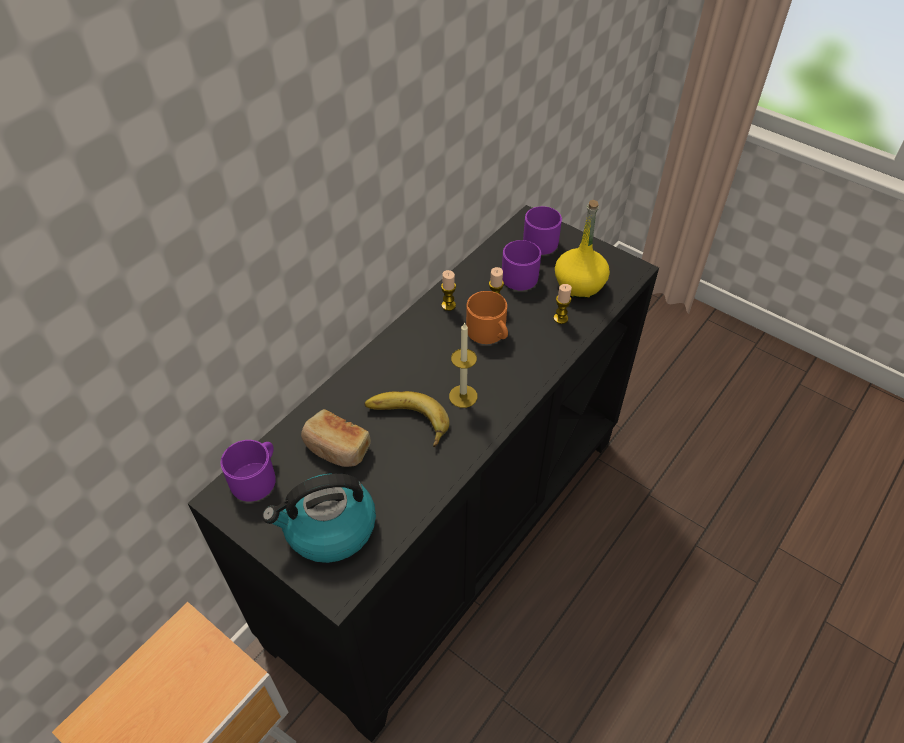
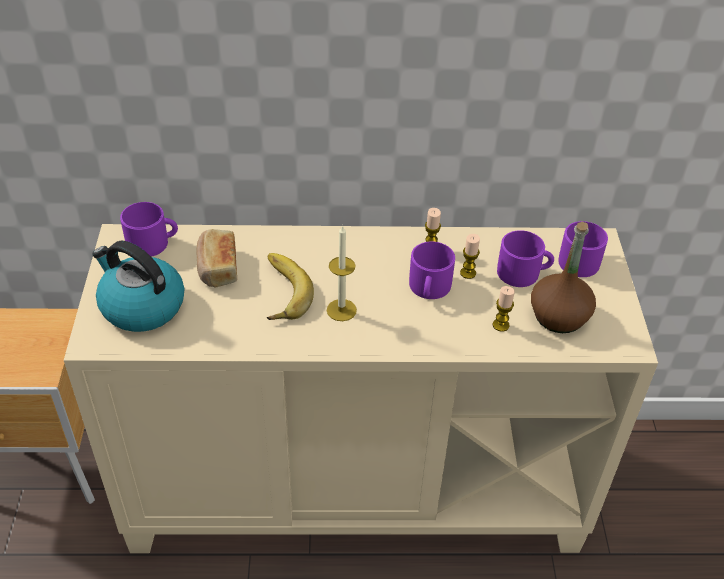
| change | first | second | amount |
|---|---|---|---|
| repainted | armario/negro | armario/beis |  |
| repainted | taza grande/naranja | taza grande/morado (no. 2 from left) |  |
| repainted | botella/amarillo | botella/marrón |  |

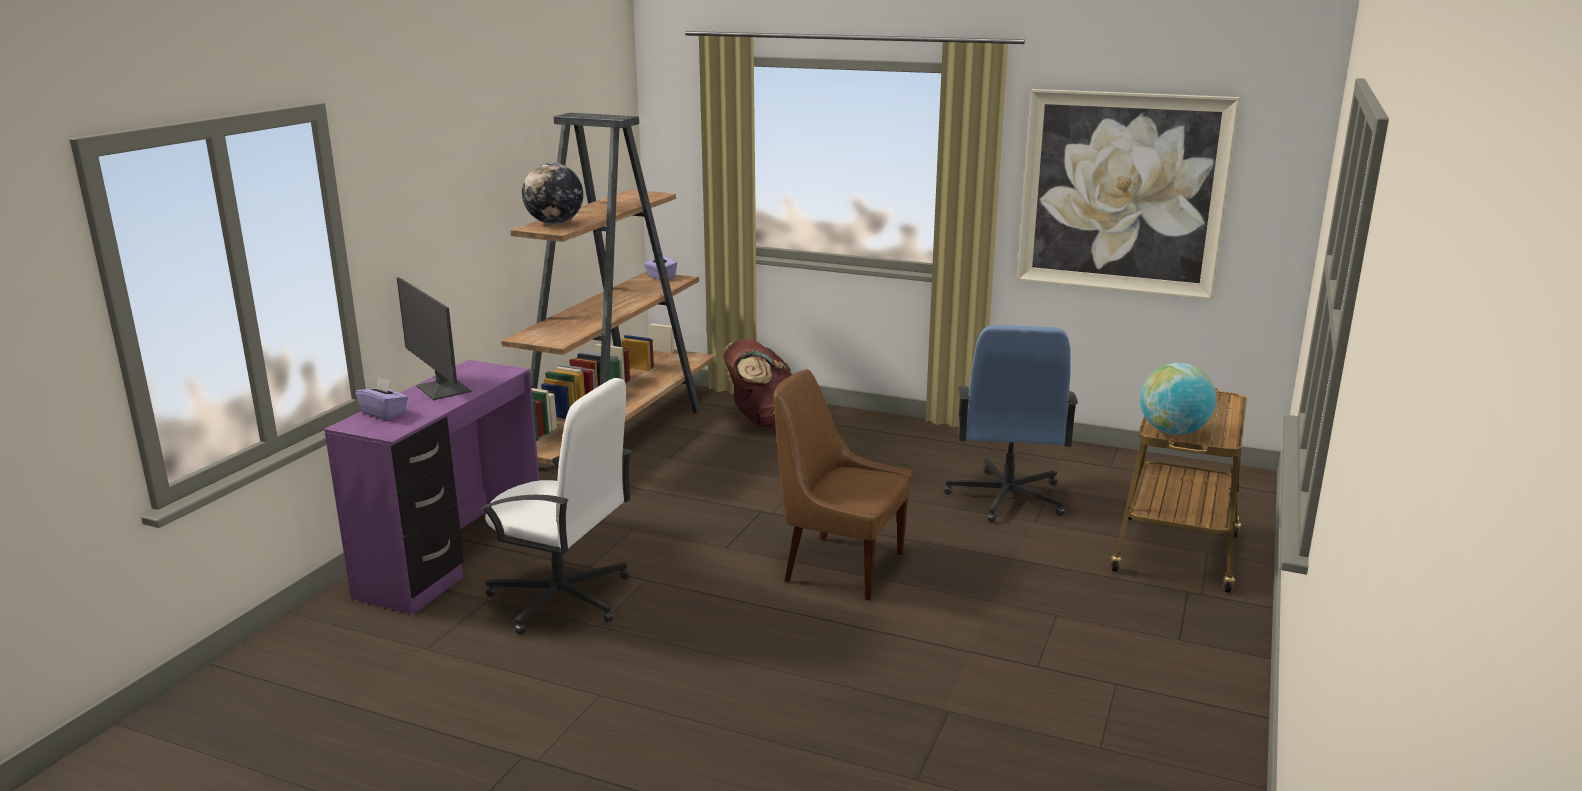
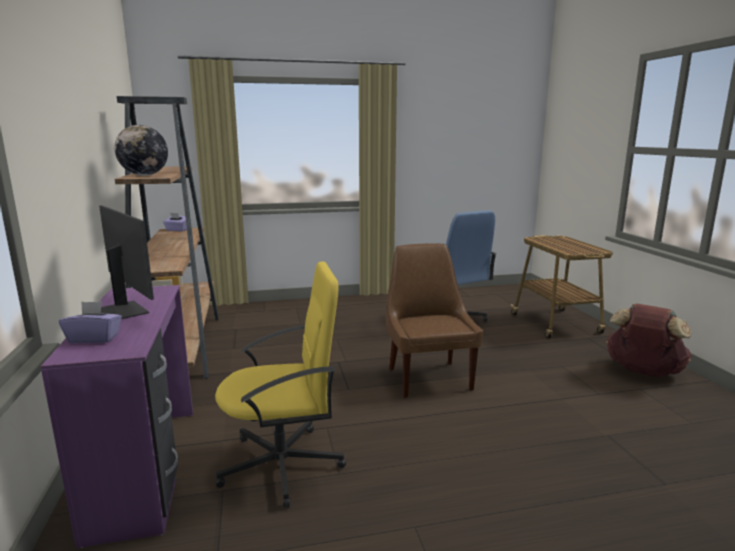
| change | first | second | amount |
|---|---|---|---|
| gone | cuadro |  |  |
| gone | globo terráqueo (no. 2 from left) |  |  |
| shifted | mochila/marrón |  |  |
| repainted | silla de oficina/blanco | silla de oficina/amarillo |  |
| rotated | monitor |  | 150 degrees counterclockwise |
| rotated | silla/marrón |  | 90 degrees clockwise |

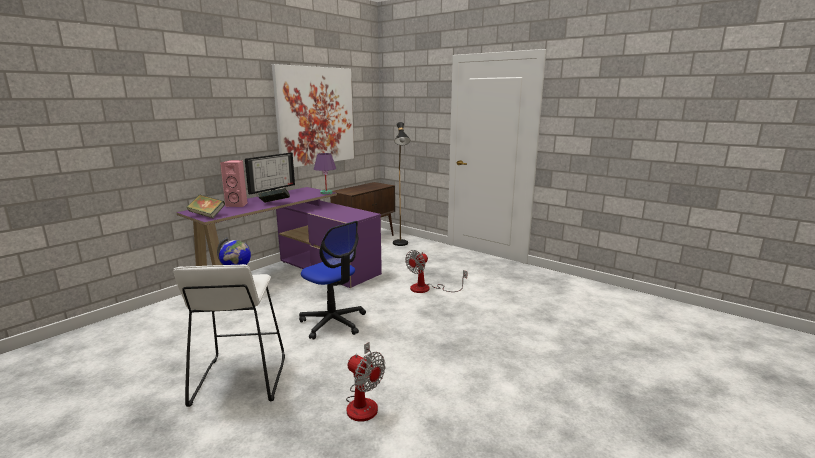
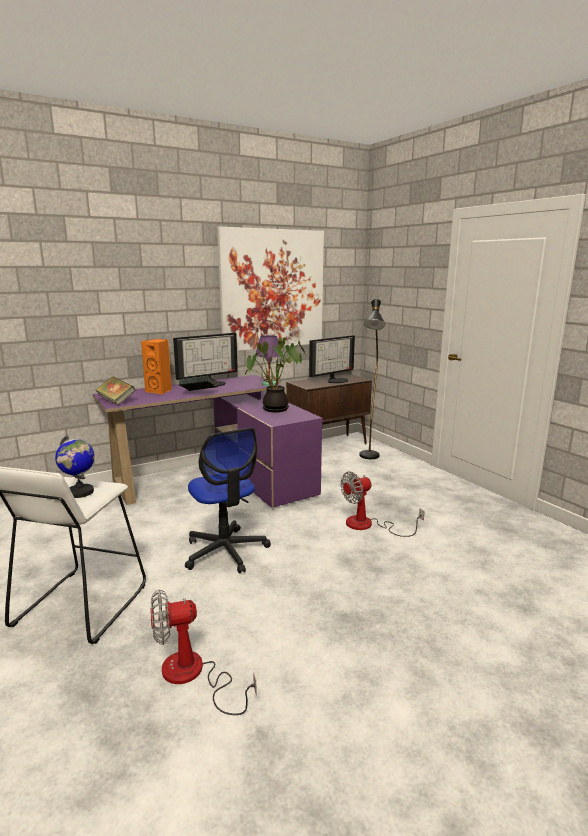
| change | first | second | amount |
|---|---|---|---|
| new |  | planta en maceta |  |
| new |  | monitor (no. 2 from left) |  |
| repainted | altavoz/rosa | altavoz/naranja |  |
| rotated | ventilador (no. 1 from left) |  | 105 degrees clockwise |

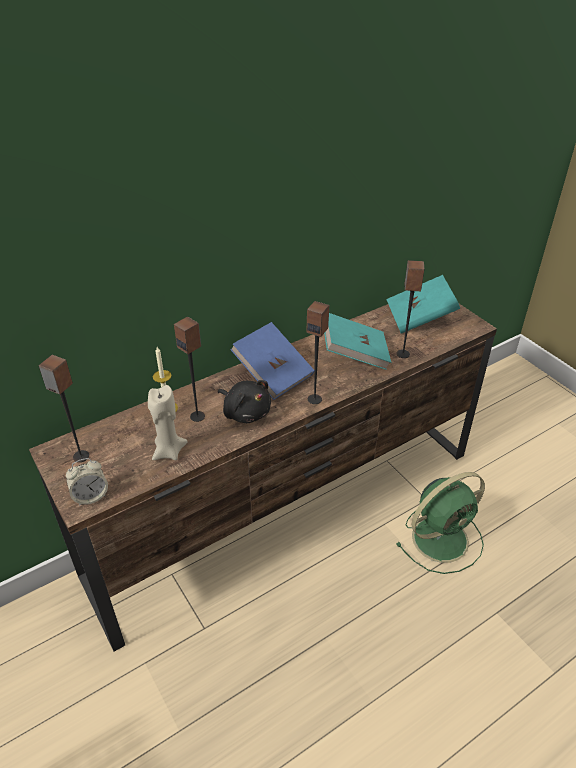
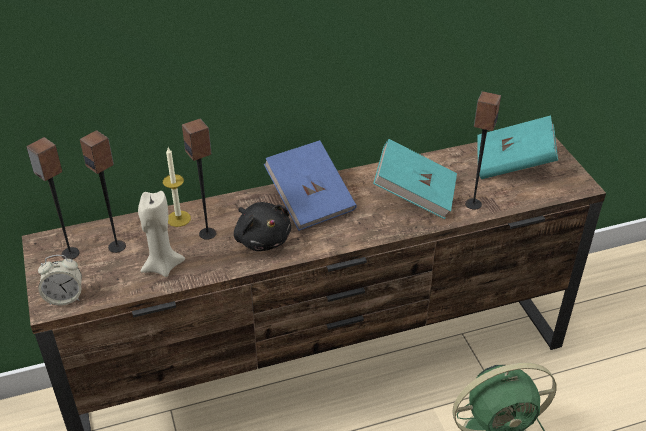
| change | first | second | amount |
|---|---|---|---|
| shifted | altavoz (no. 3 from left in the first image) | altavoz (no. 2 from left) |  |

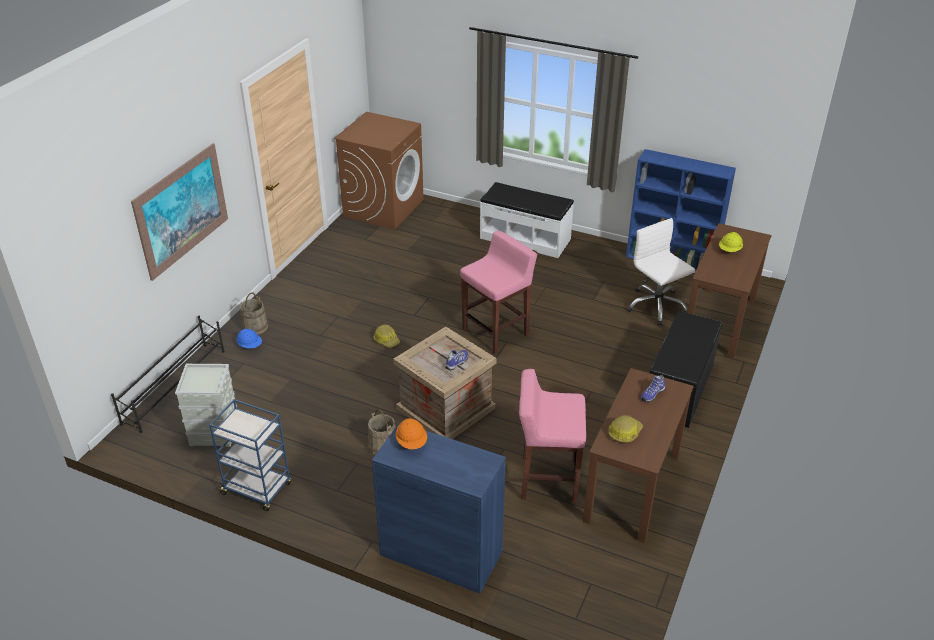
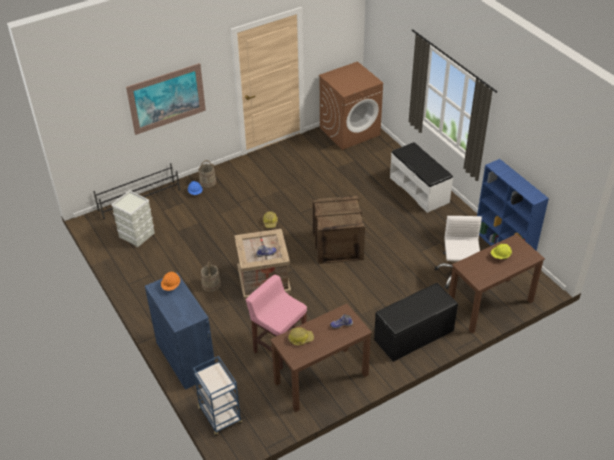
| change | first | second | amount |
|---|---|---|---|
| shifted | carrito/azul |  |  |
| swapped | taburete/rosa (no. 1 from left) | caja de embalaje (no. 2 from left) |  |

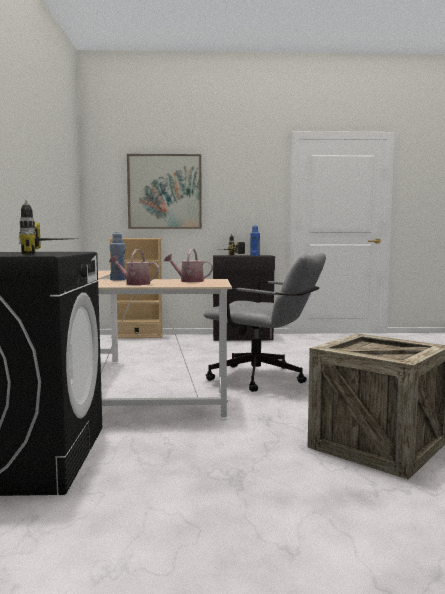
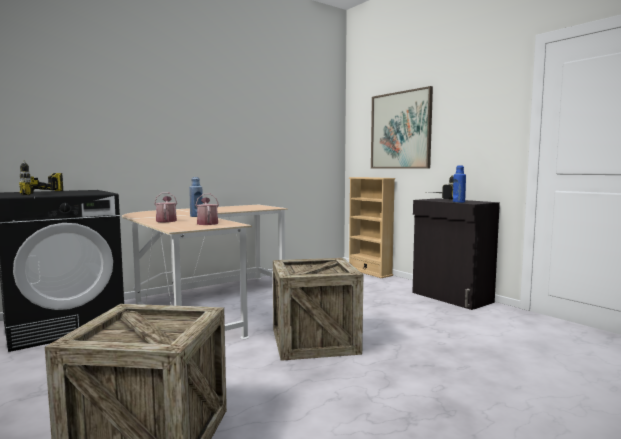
| change | first | second | amount |
|---|---|---|---|
| swapped | silla de oficina/gris | caja de embalaje (no. 2 from left) |  |

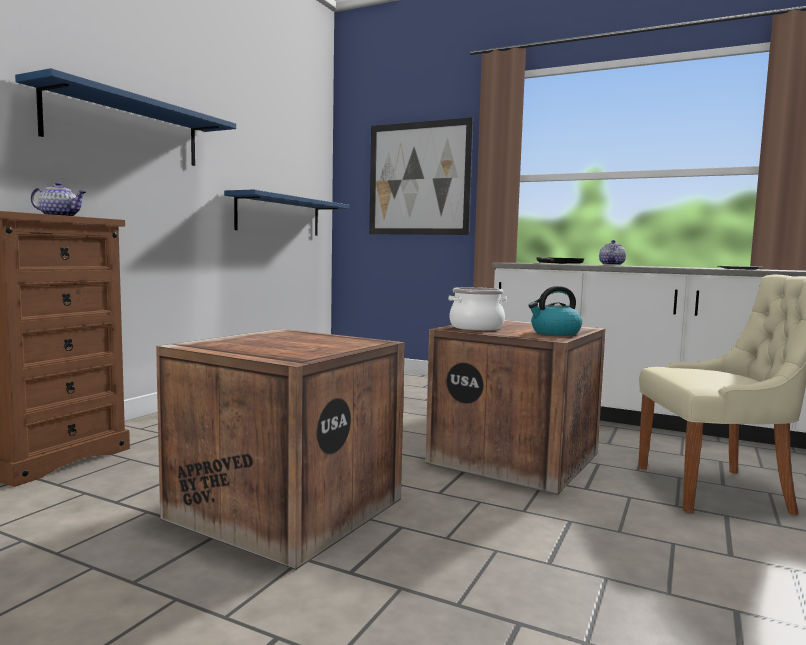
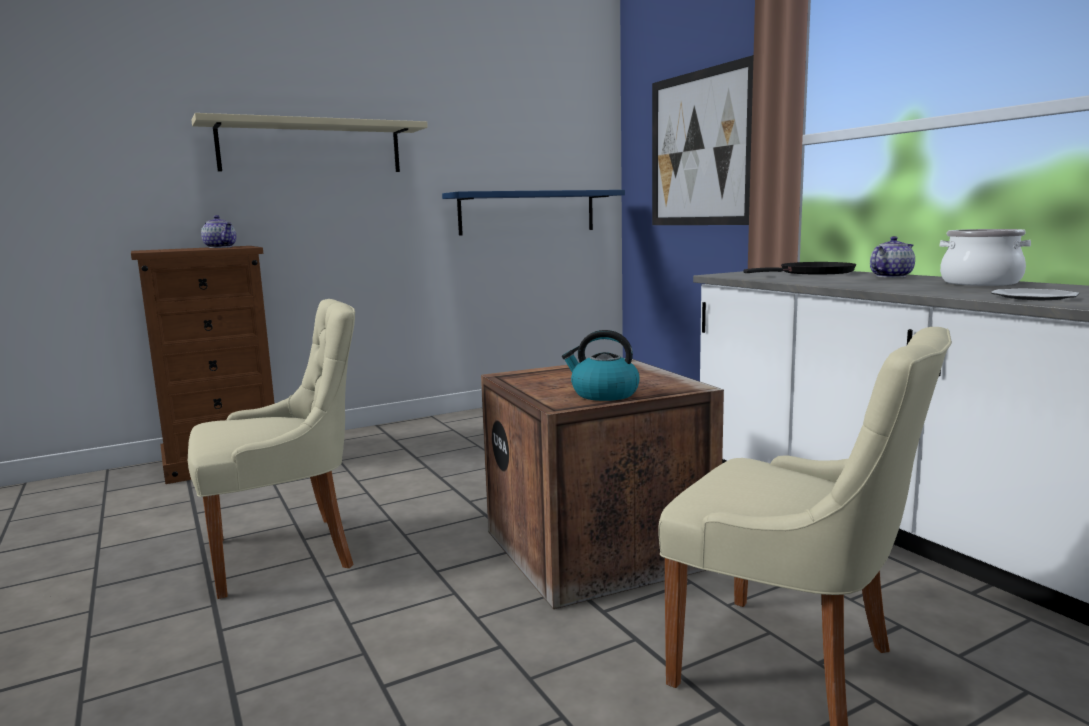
| change | first | second | amount |
|---|---|---|---|
| shifted | olla |  |  |
| swapped | caja de embalaje (no. 1 from left) | silla/beis (no. 1 from left) |  |
| repainted | estante/azul (no. 1 from left) | estante/beis |  |

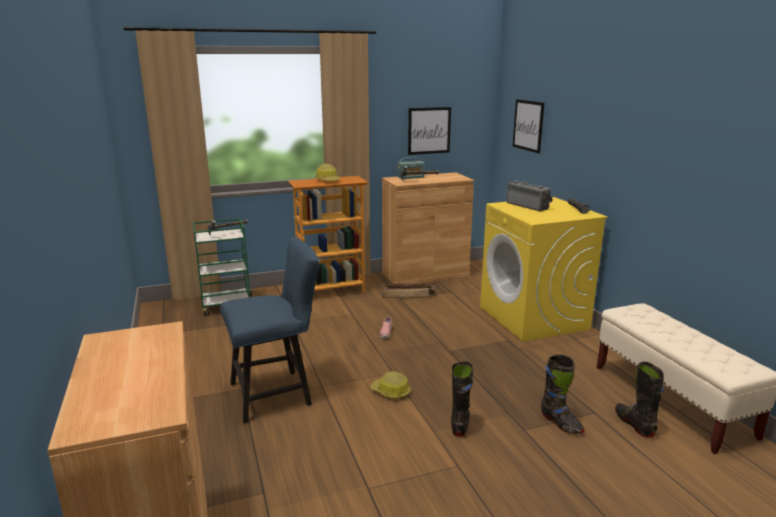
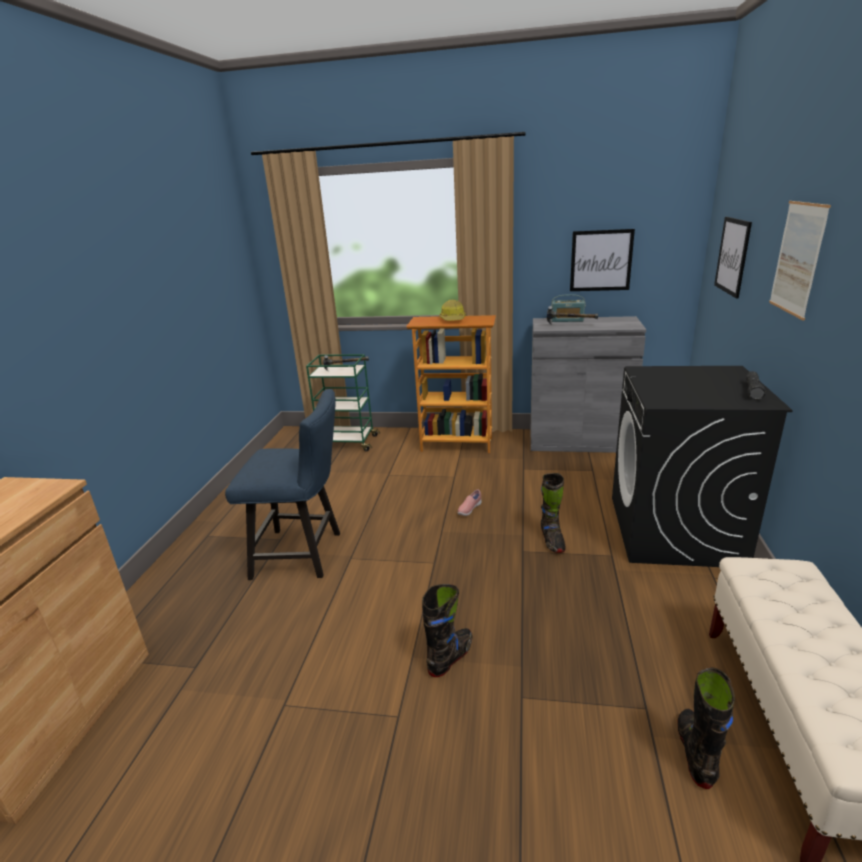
| change | first | second | amount |
|---|---|---|---|
| gone | casco (no. 2 from left) |  |  |
| gone | caja de embalaje |  |  |
| gone | radio (no. 2 from left) |  |  |
| new |  | cuadro (no. 3 from left) |  |
| shifted | bota/negro (no. 2 from left) |  |  |
| repainted | armario/marrón (no. 2 from left) | armario/gris |  |
| repainted | lavadora/amarillo | lavadora/negro |  |

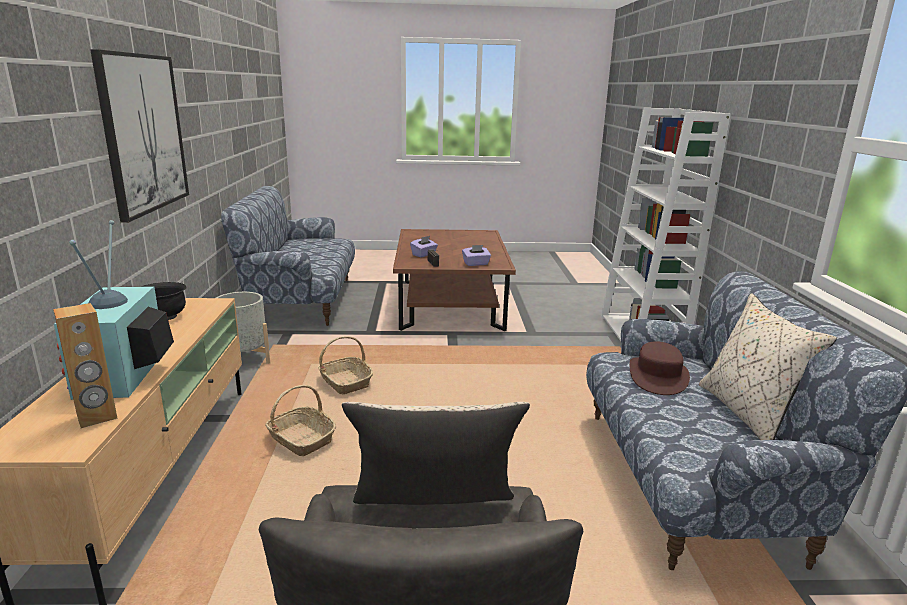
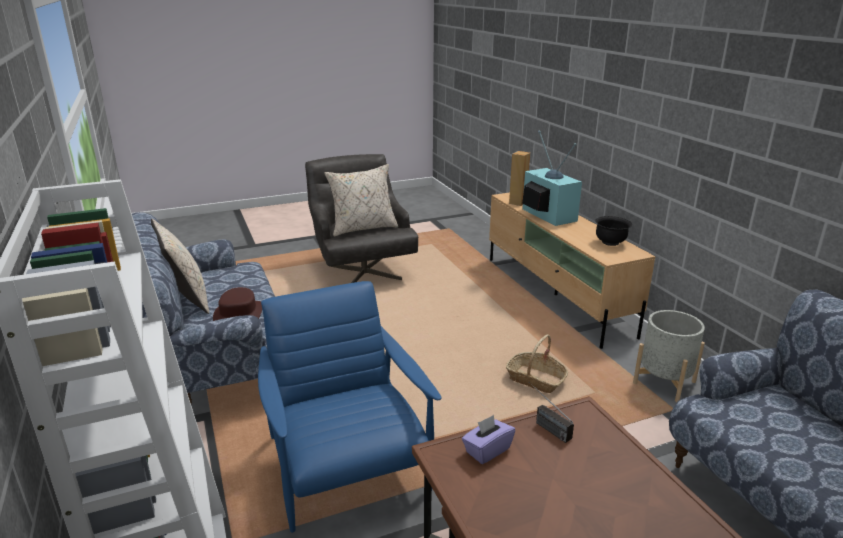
| change | first | second | amount |
|---|---|---|---|
| gone | cuadro |  |  |
| gone | cesta (no. 1 from left) |  |  |
| gone | caja de pañuelos/morado (no. 1 from left) |  |  |
| new |  | sillón/azul |  |

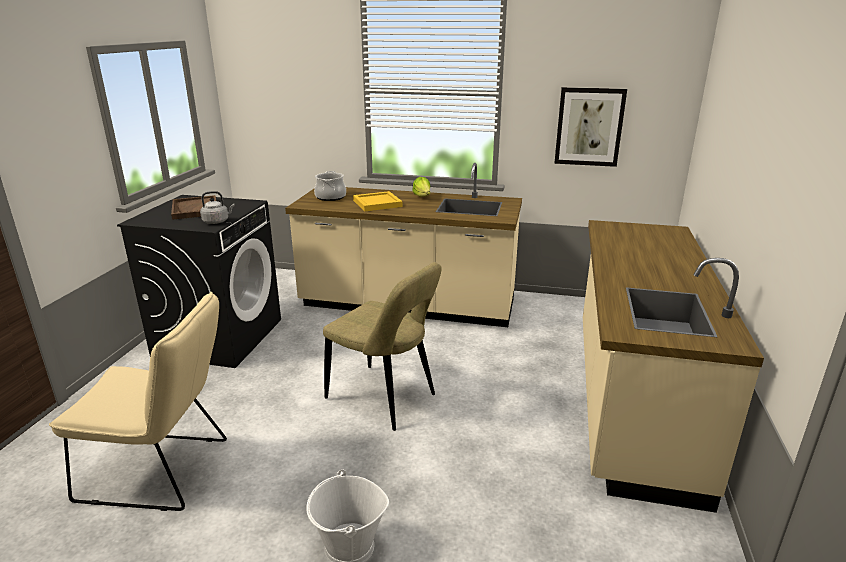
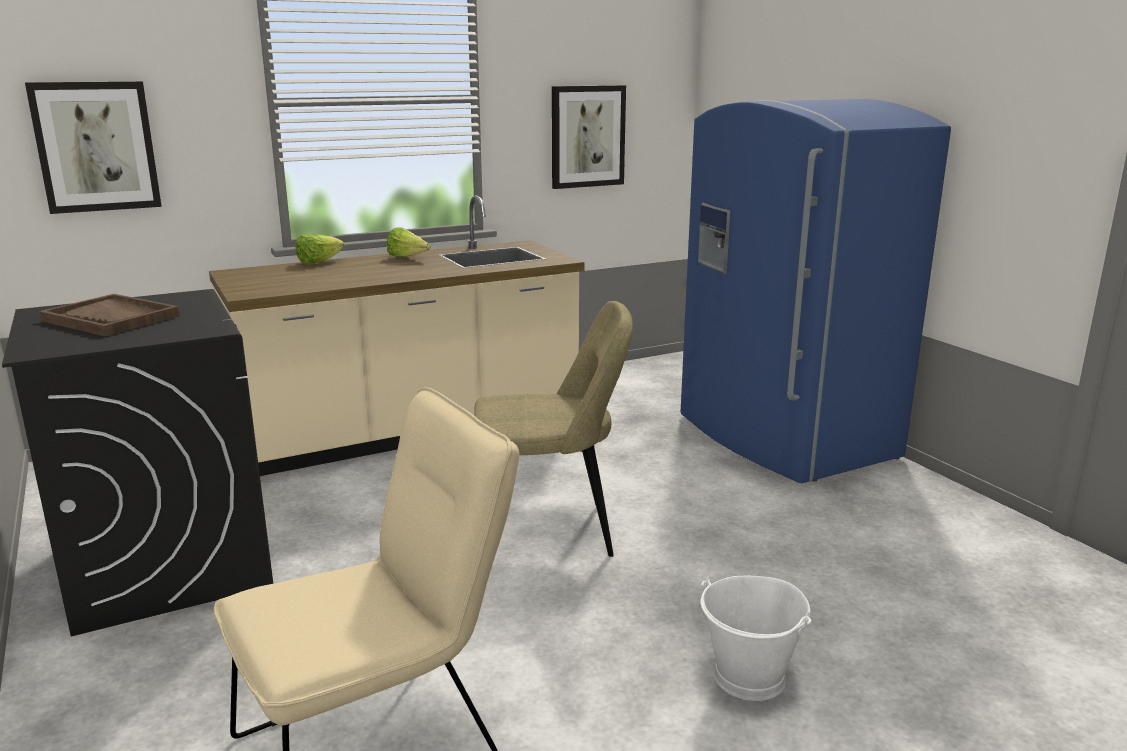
| change | first | second | amount |
|---|---|---|---|
| gone | hervidor/gris |  |  |
| gone | olla |  |  |
| gone | bandeja/amarillo |  |  |
| new |  | cuadro (no. 1 from left) |  |
| new |  | lechuga (no. 1 from left) |  |
| swapped | mueble bajo de cocina/beis (no. 2 from left) | nevera/azul |  |

